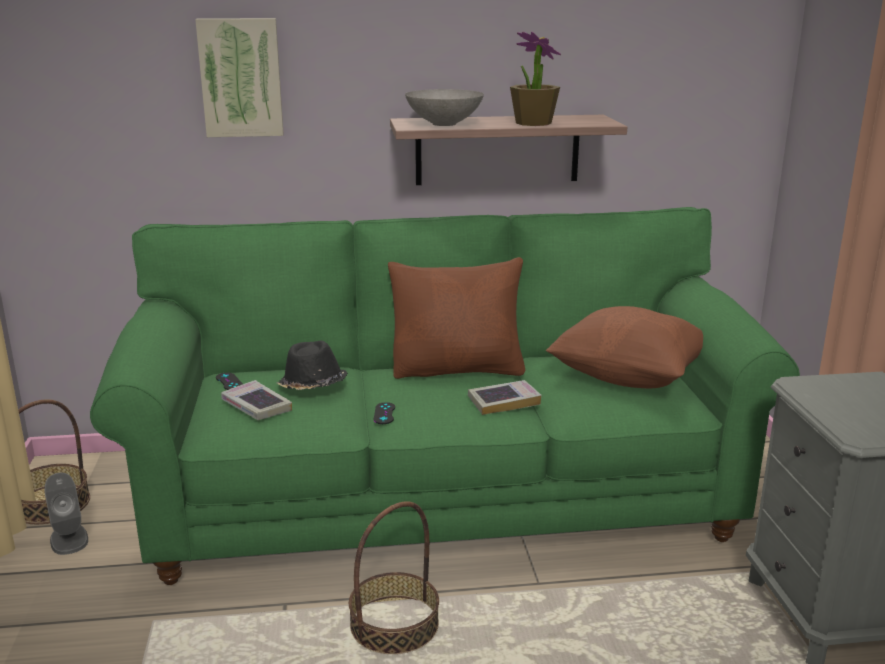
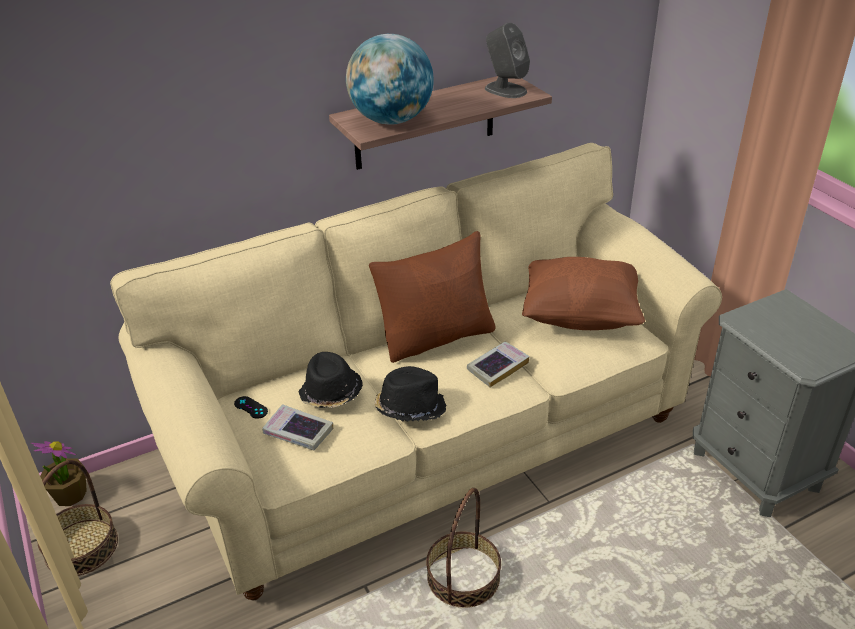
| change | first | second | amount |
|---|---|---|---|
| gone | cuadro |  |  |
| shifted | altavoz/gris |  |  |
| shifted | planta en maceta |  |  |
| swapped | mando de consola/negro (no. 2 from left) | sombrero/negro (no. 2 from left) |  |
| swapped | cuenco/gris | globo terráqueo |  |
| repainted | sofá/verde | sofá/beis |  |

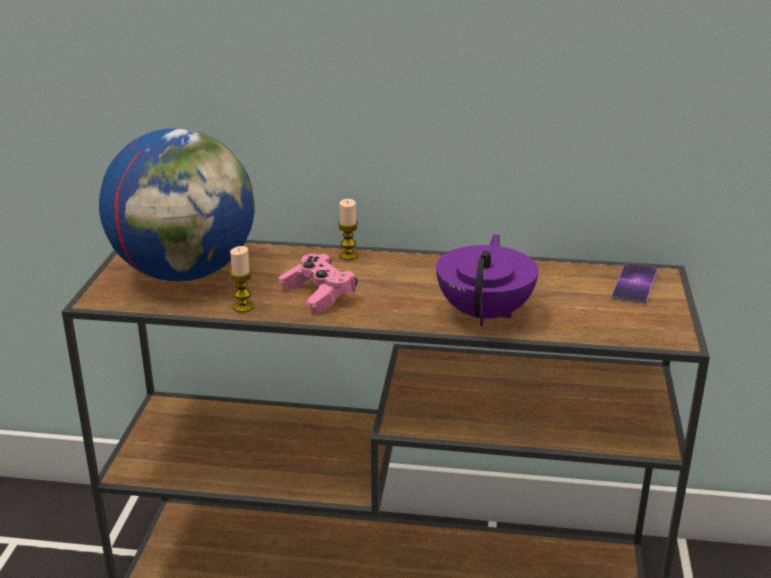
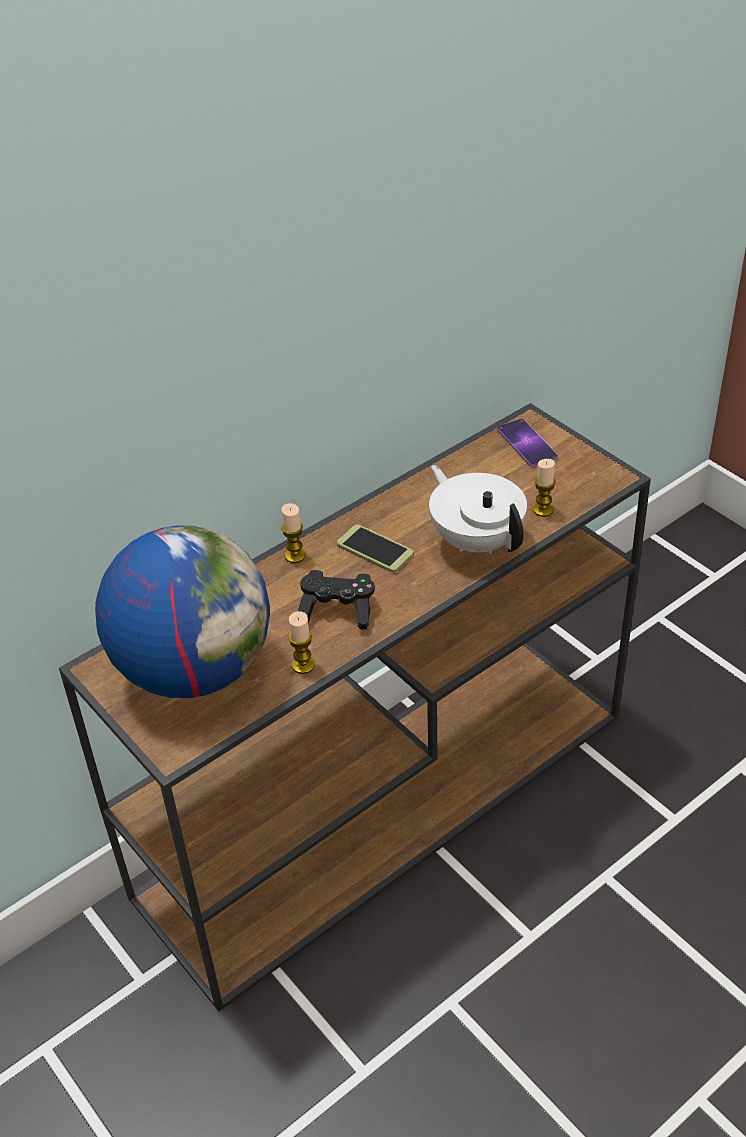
| change | first | second | amount |
|---|---|---|---|
| new |  | móvil (no. 1 from left) |  |
| new |  | vela (no. 3 from left) |  |
| repainted | mando de consola/rosa | mando de consola/negro |  |
| repainted | tetera/morado | tetera/blanco |  |

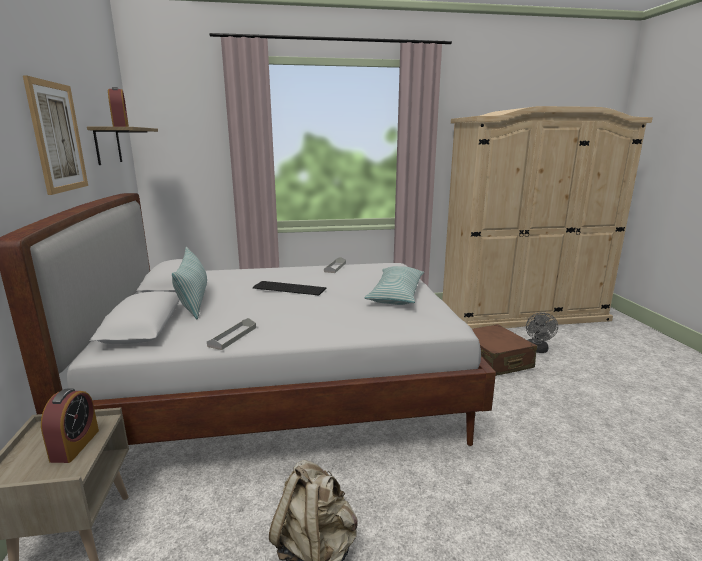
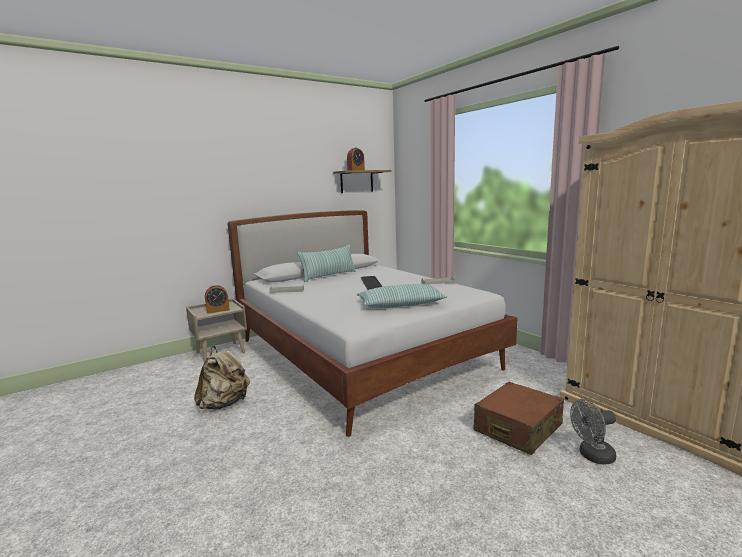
| change | first | second | amount |
|---|---|---|---|
| gone | cuadro |  |  |

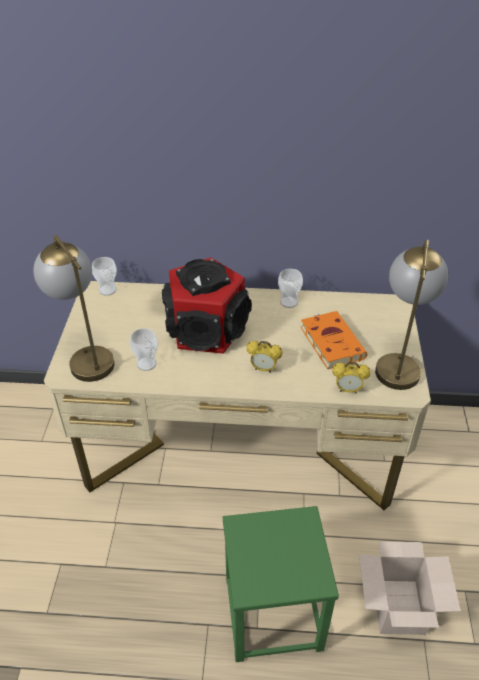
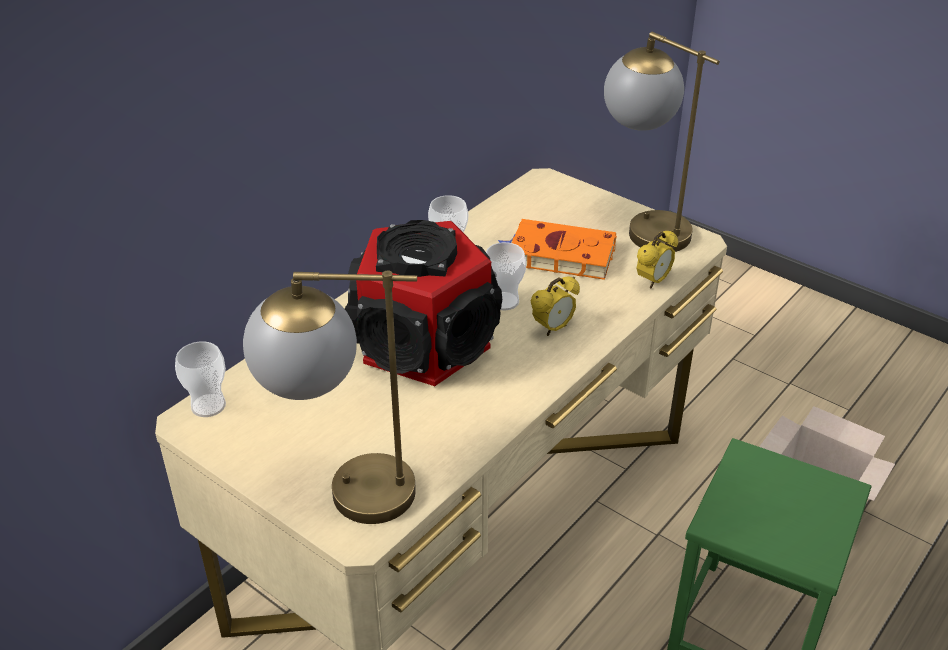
| change | first | second | amount |
|---|---|---|---|
| shifted | taza (no. 2 from left in the first image) | taza (no. 3 from left) |  |

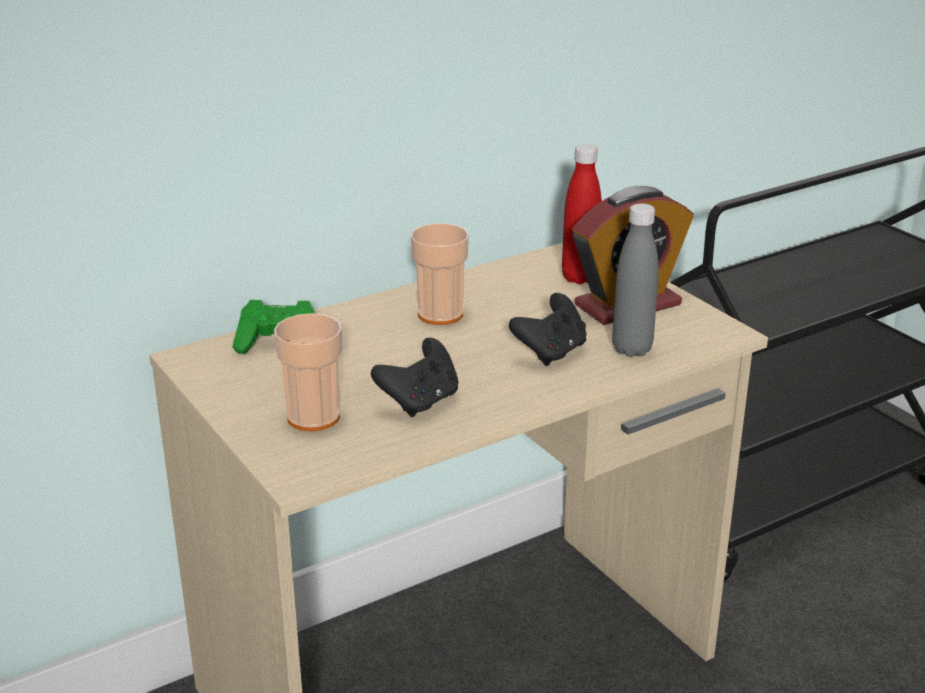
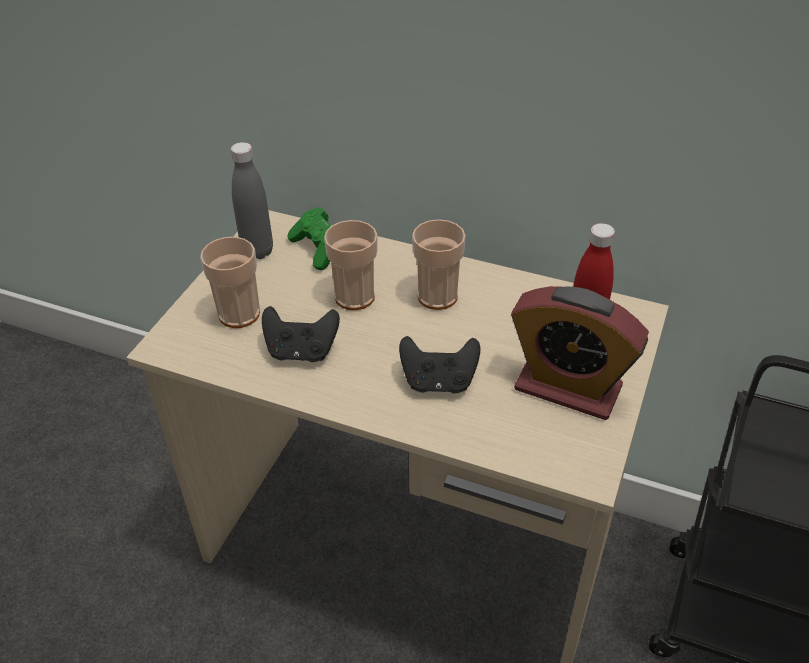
| change | first | second | amount |
|---|---|---|---|
| new |  | taza (no. 2 from left) |  |
| shifted | botella/gris |  |  |

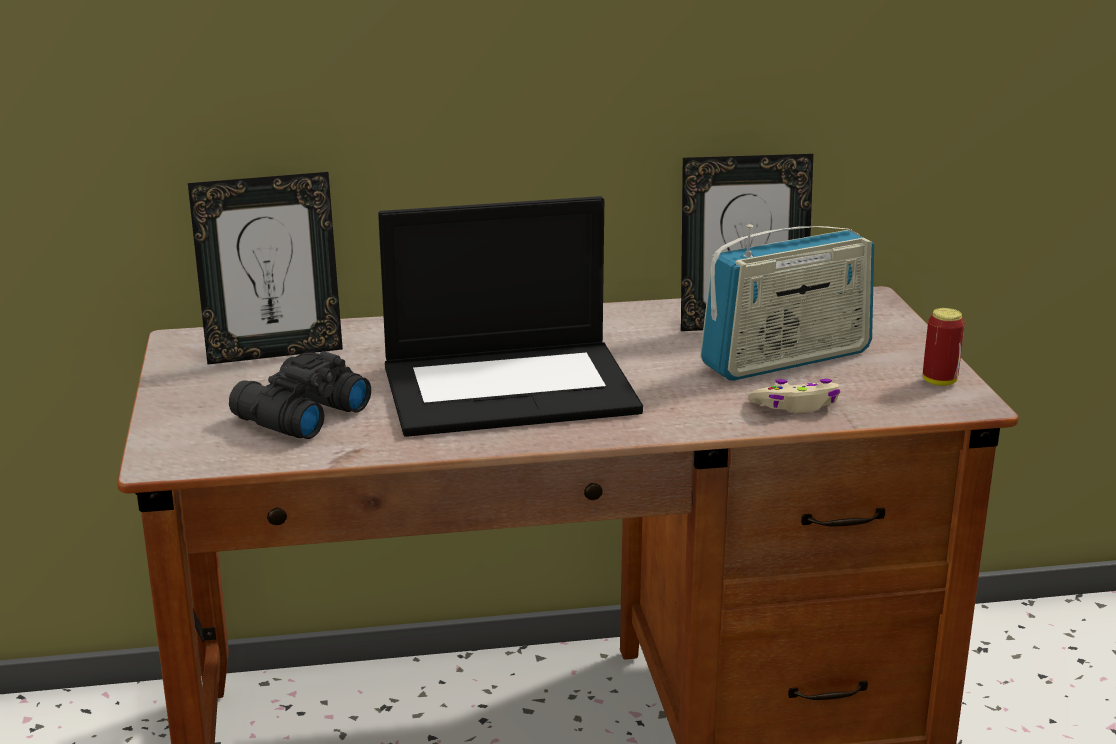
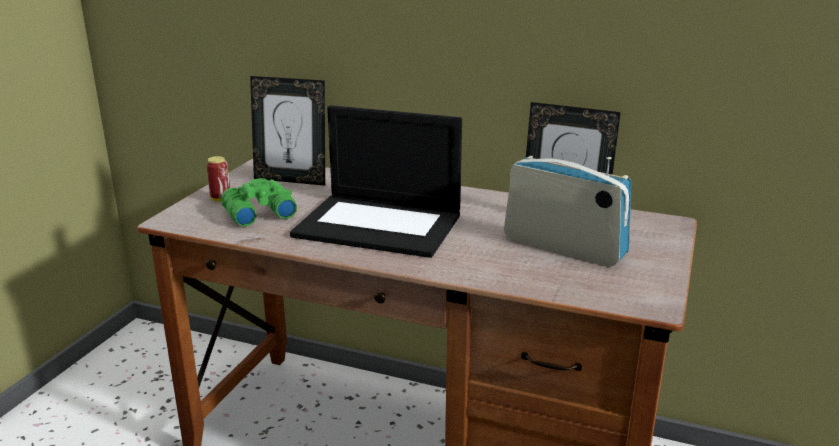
| change | first | second | amount |
|---|---|---|---|
| gone | mando de consola/beis |  |  |
| shifted | lata |  |  |
| repainted | prismáticos/negro | prismáticos/verde |  |
| rotated | radio |  | 150 degrees counterclockwise |

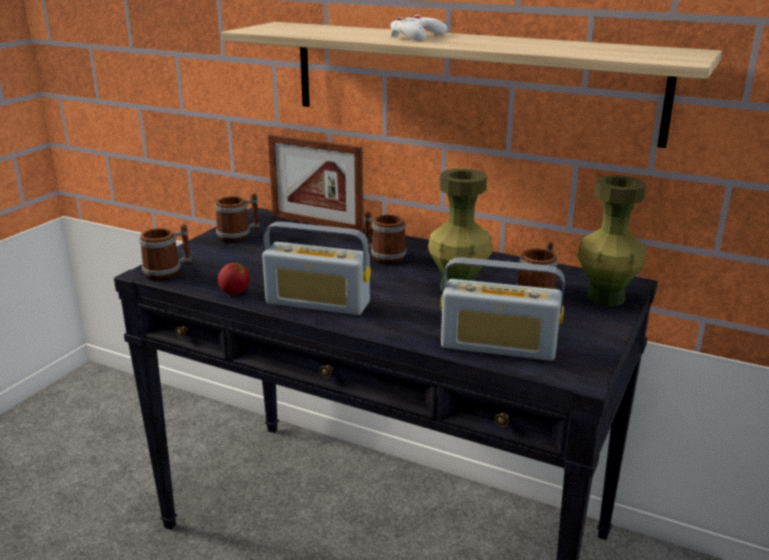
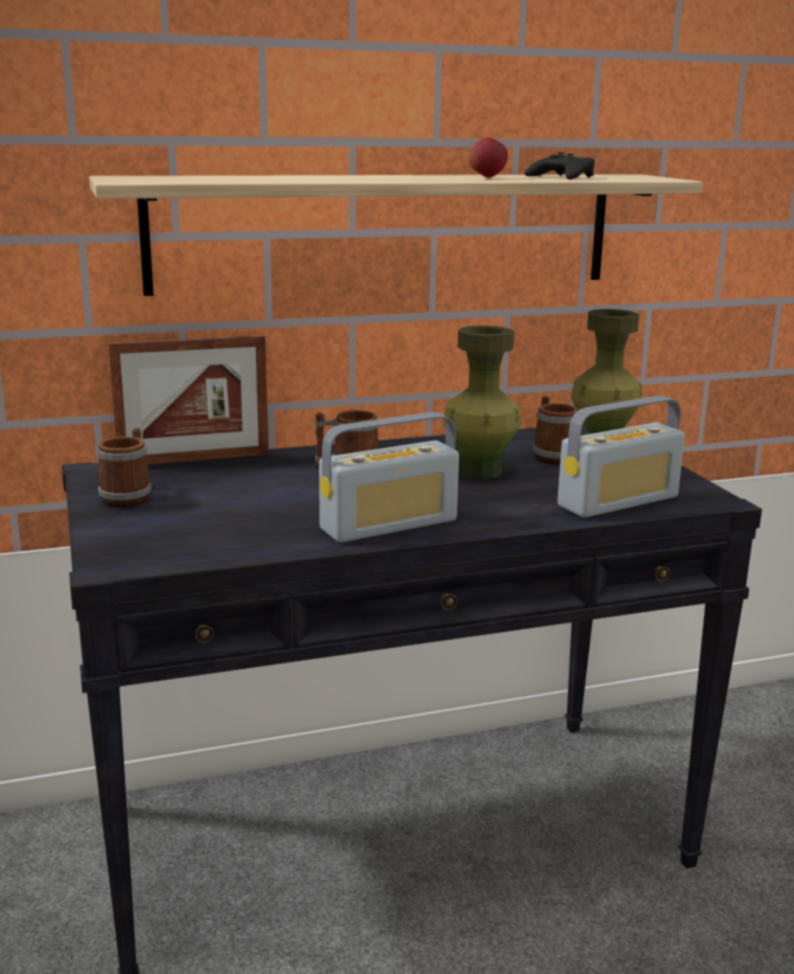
| change | first | second | amount |
|---|---|---|---|
| gone | taza grande (no. 1 from left) |  |  |
| gone | mando de consola/blanco |  |  |
| new |  | mando de consola/negro |  |
| shifted | manzana |  |  |

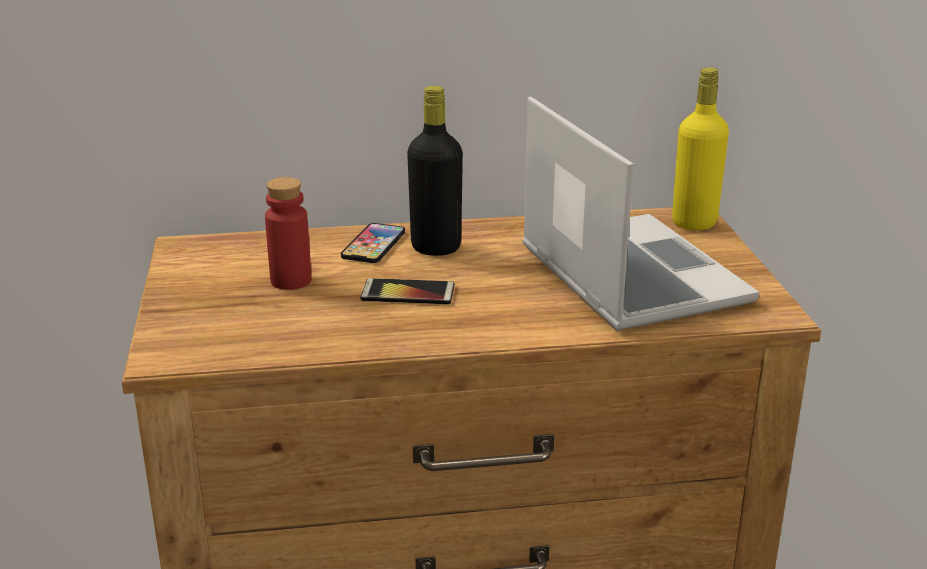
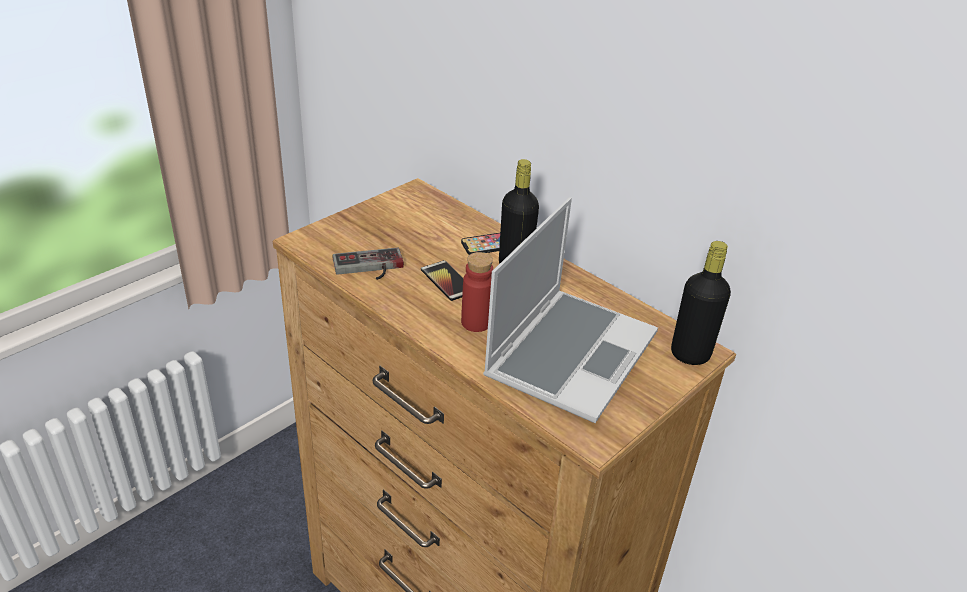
| change | first | second | amount |
|---|---|---|---|
| new |  | mando de consola |  |
| shifted | botella/rojo |  |  |
| repainted | botella/amarillo | botella/negro (no. 2 from left) |  |

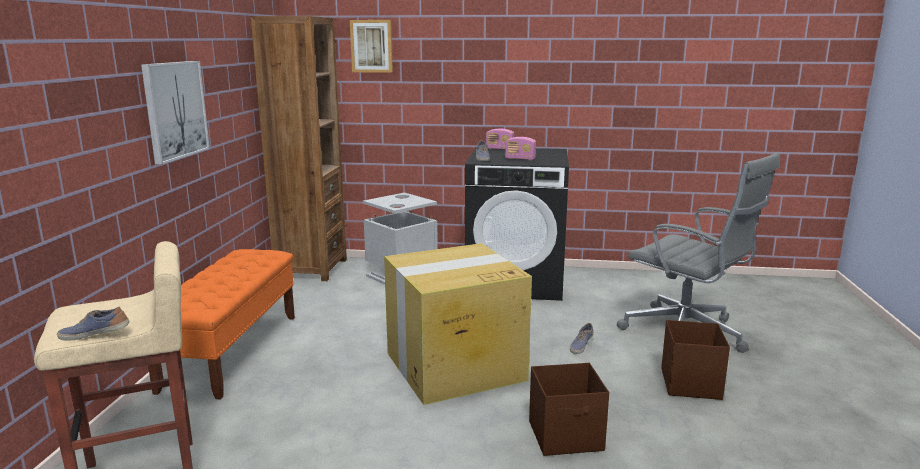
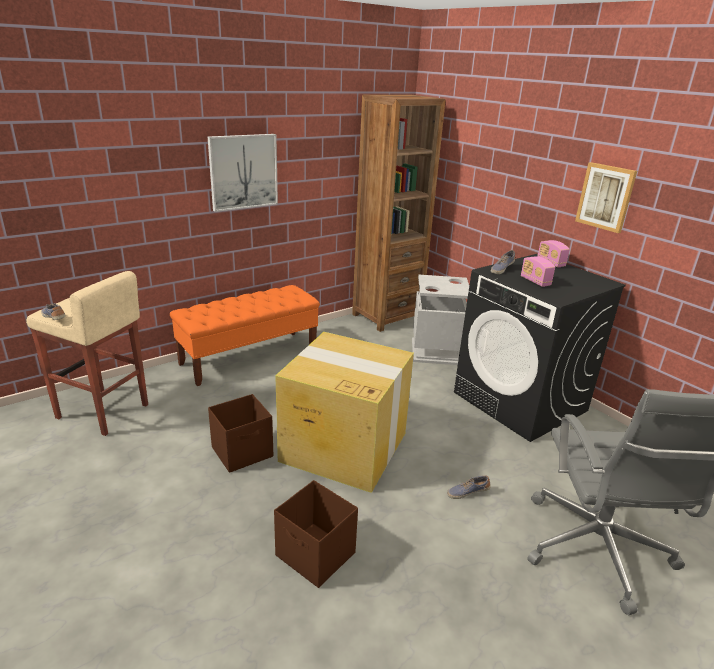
| change | first | second | amount |
|---|---|---|---|
| shifted | cuadro (no. 2 from left) |  |  |
| shifted | caja de almacenaje/marrón (no. 2 from left in the first image) | caja de almacenaje/marrón (no. 1 from left) |  |

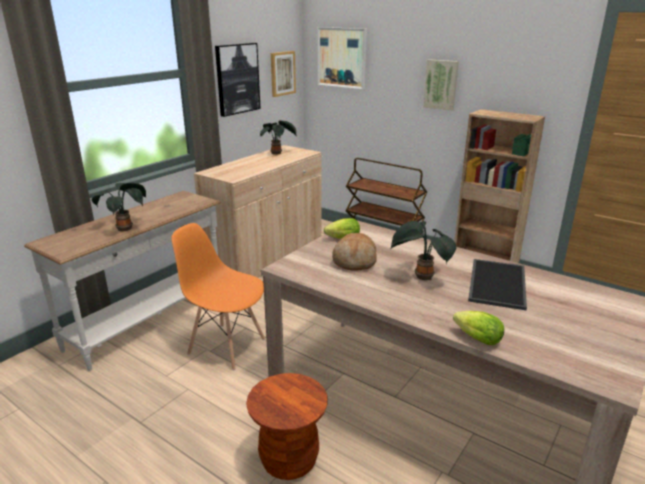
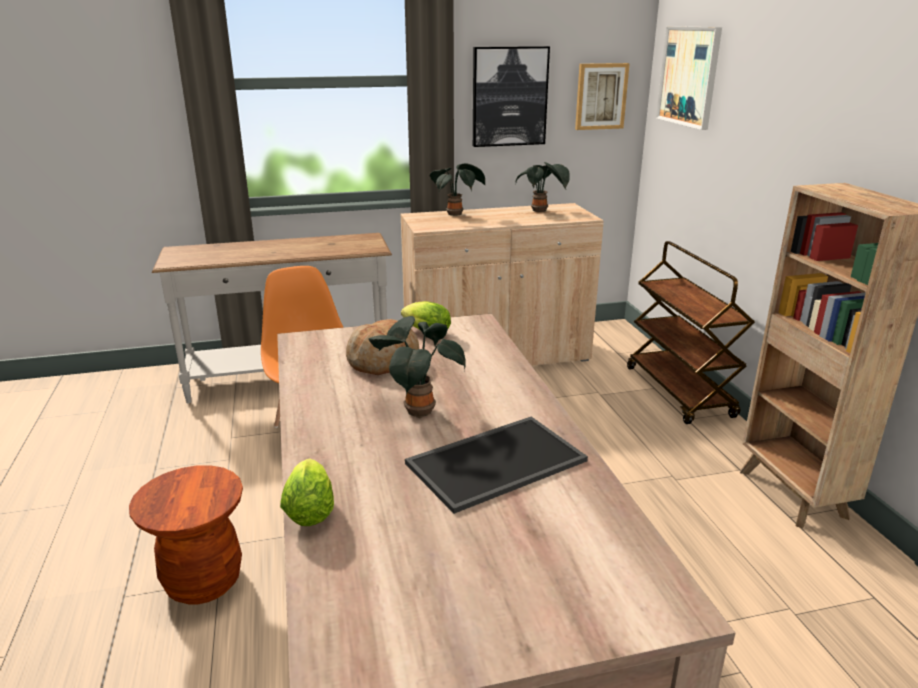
| change | first | second | amount |
|---|---|---|---|
| gone | cuadro (no. 4 from left) |  |  |
| shifted | planta en maceta (no. 1 from left in the first image) | planta en maceta (no. 2 from left) |  |

